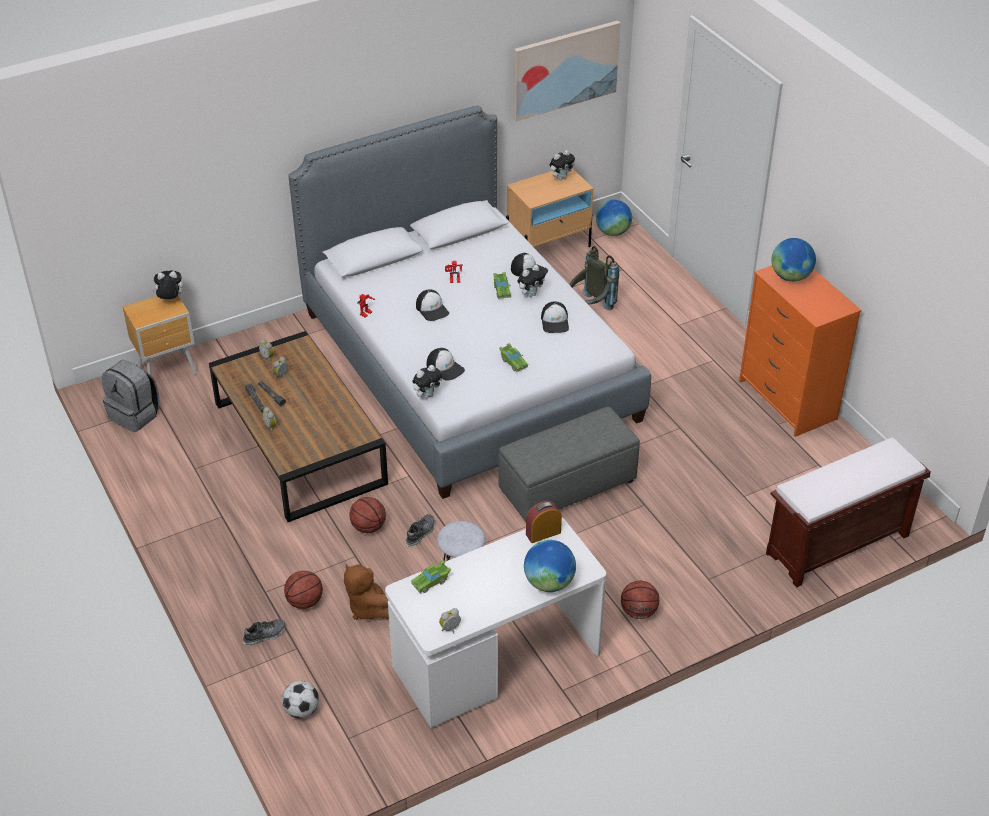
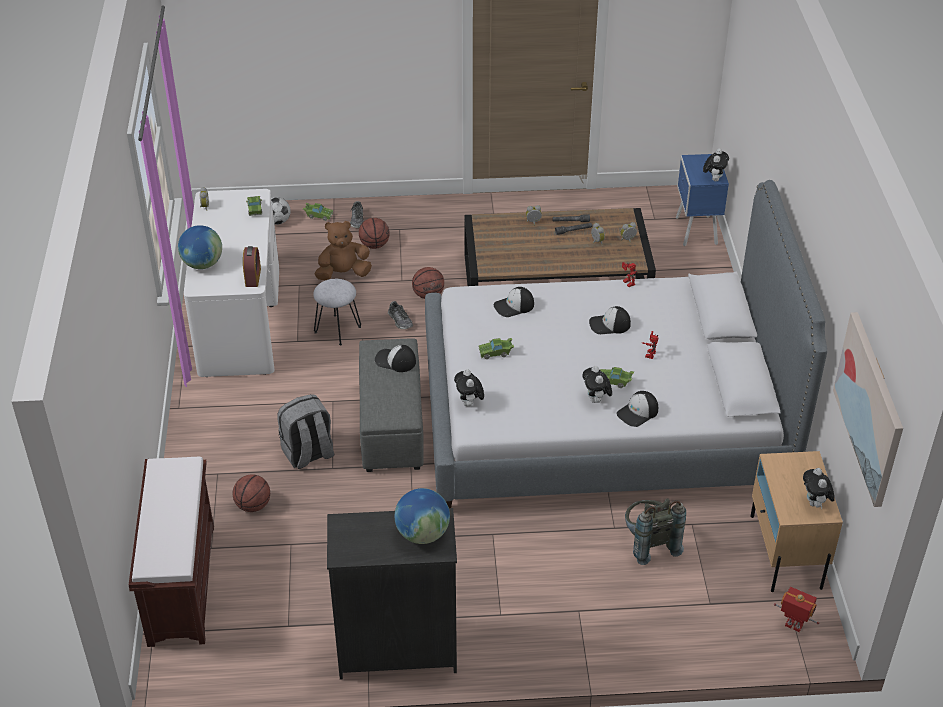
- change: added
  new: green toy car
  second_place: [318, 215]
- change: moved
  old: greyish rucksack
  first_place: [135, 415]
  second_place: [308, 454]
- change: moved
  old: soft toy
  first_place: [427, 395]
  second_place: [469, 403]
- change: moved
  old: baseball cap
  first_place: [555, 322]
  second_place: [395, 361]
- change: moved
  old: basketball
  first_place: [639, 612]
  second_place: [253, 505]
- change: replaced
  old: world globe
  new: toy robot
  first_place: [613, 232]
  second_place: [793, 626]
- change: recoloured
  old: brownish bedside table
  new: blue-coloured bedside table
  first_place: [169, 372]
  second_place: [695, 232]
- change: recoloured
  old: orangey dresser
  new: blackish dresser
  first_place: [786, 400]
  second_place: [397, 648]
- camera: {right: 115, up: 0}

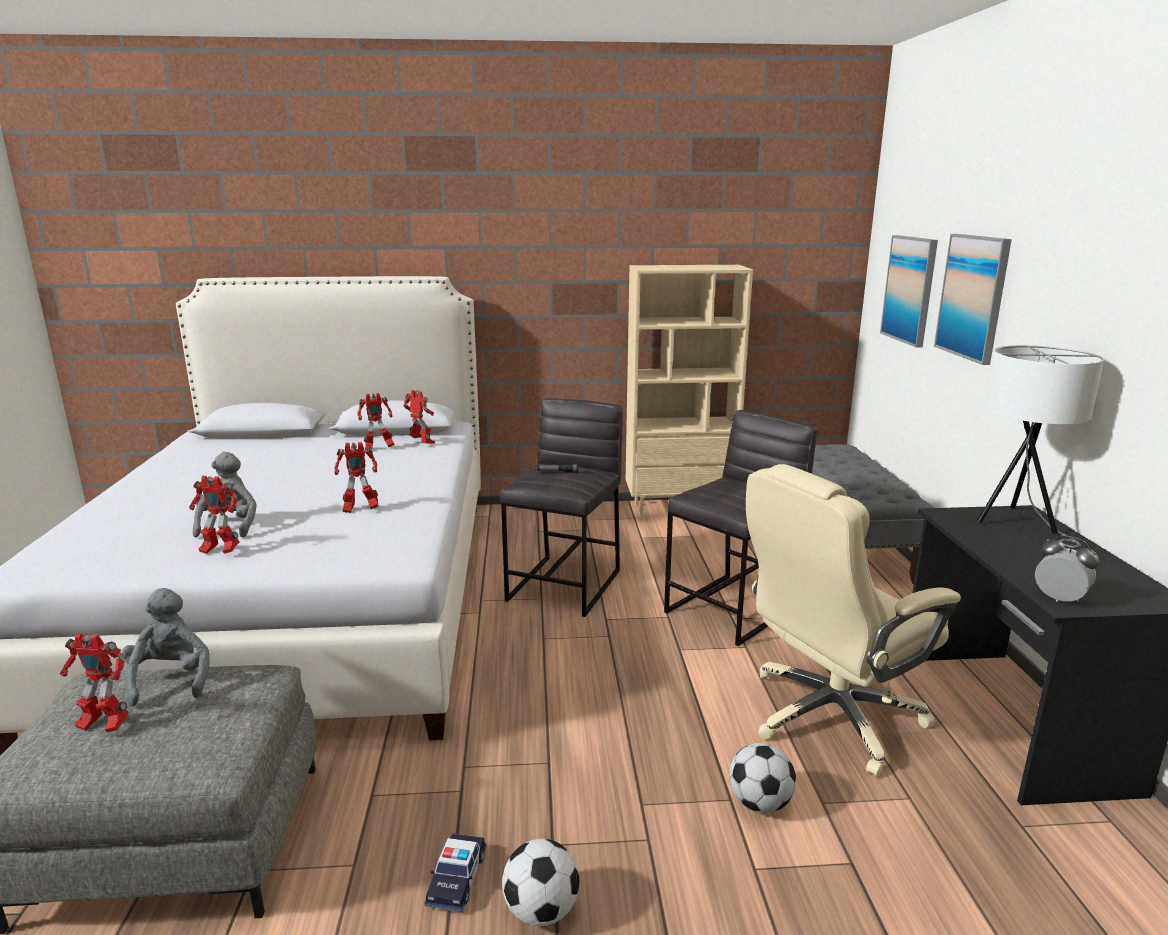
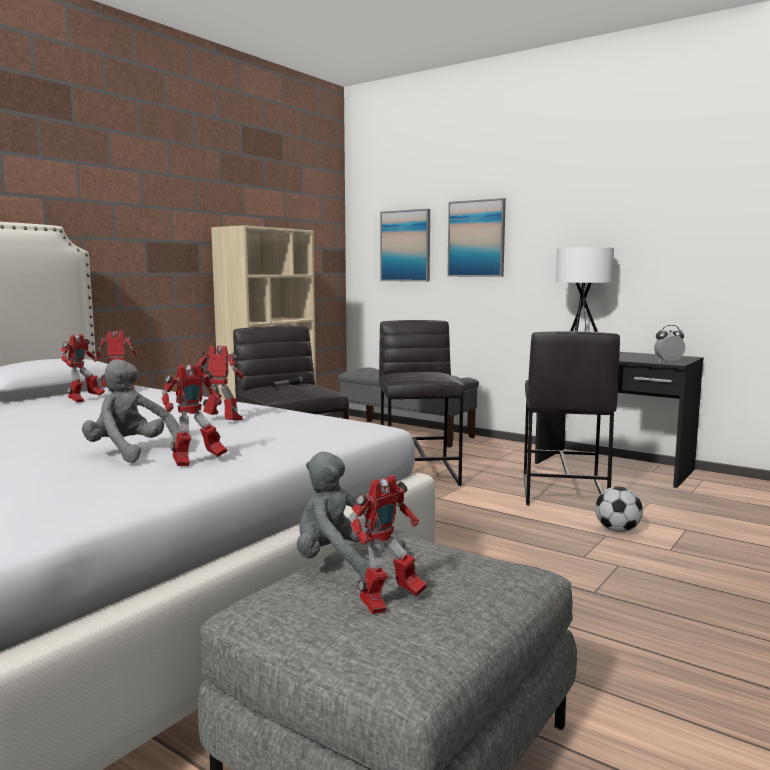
- change: removed
  old: toy car
  first_place: [457, 879]
- change: removed
  old: football ball
  first_place: [541, 910]
- change: replaced
  old: beige-coloured office chair
  new: greyish stool
  first_place: [830, 716]
  second_place: [562, 492]
- change: turned
  old: toy robot
  first_place: [360, 509]
  second_place: [223, 421]
  degrees: -105
- camera: {right: -50, up: -10}

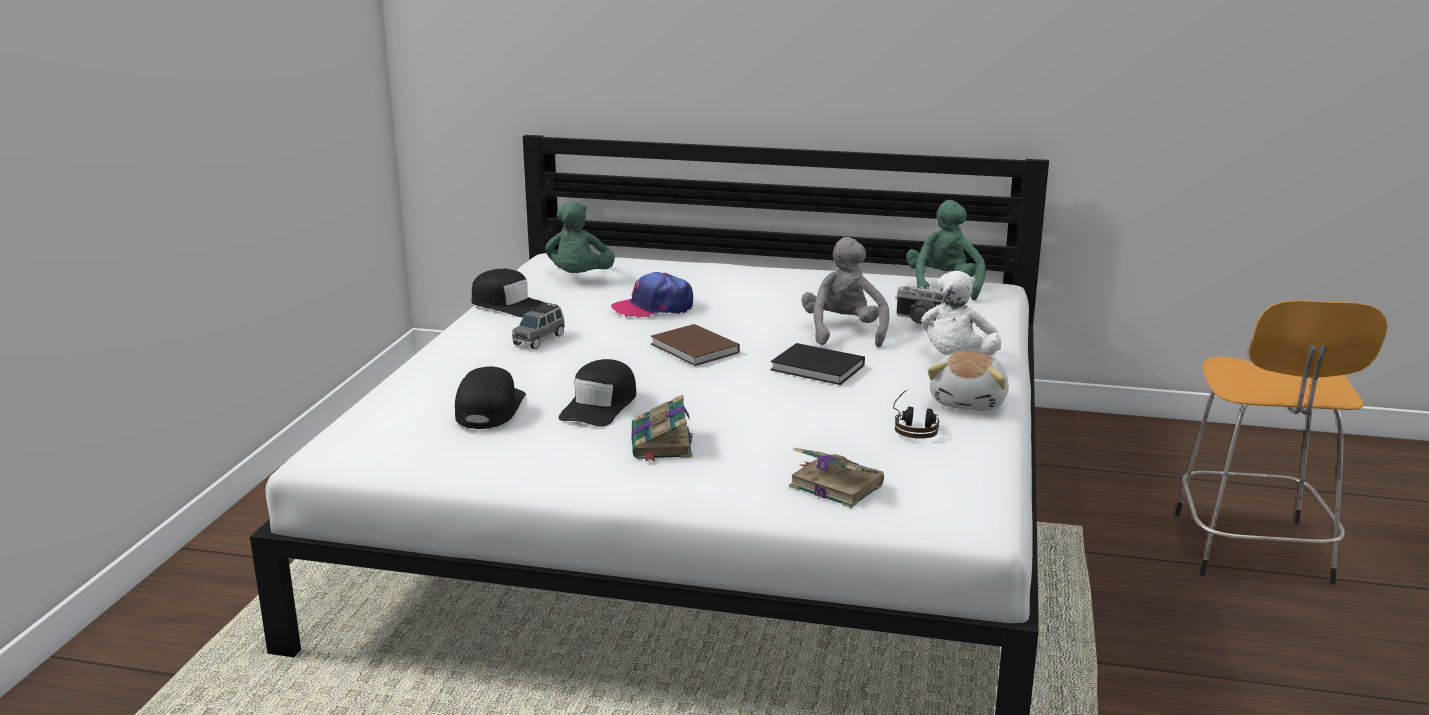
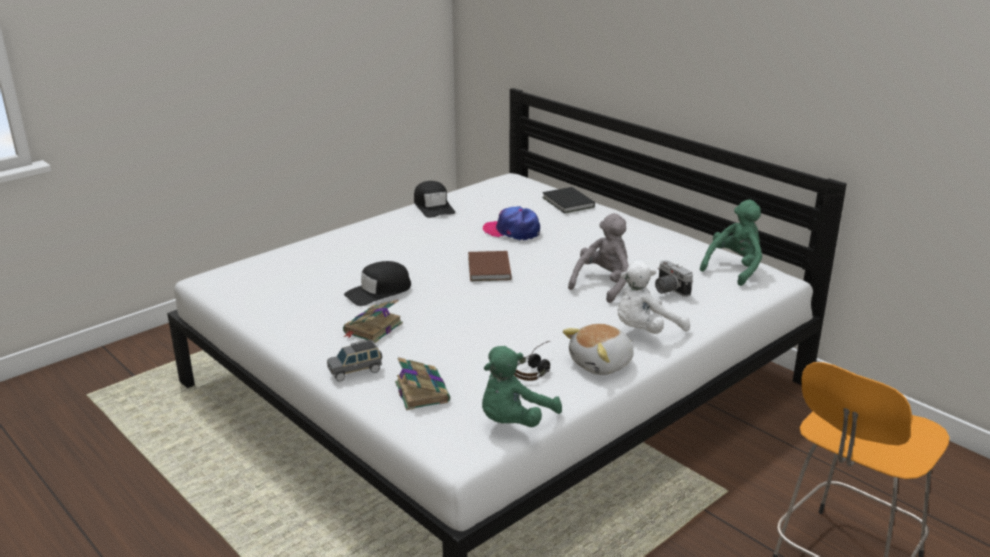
- change: removed
  old: blackish baseball cap
  first_place: [489, 409]
- change: moved
  old: greyish toy car
  first_place: [539, 339]
  second_place: [356, 371]
- change: moved
  old: green soft toy
  first_place: [580, 279]
  second_place: [514, 422]
- change: moved
  old: blackish bound book
  first_place: [819, 368]
  second_place: [568, 203]
- camera: {right: 35, up: 5}

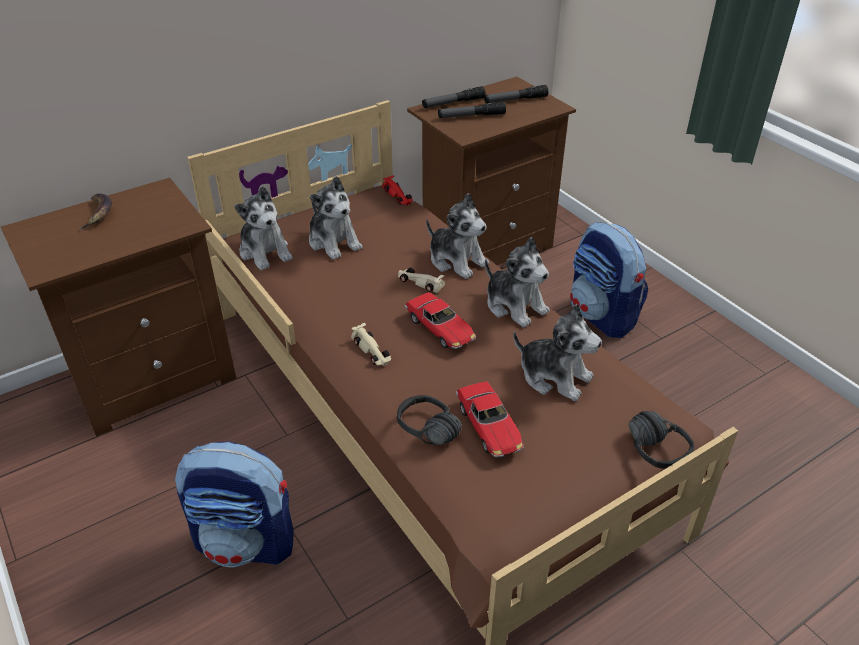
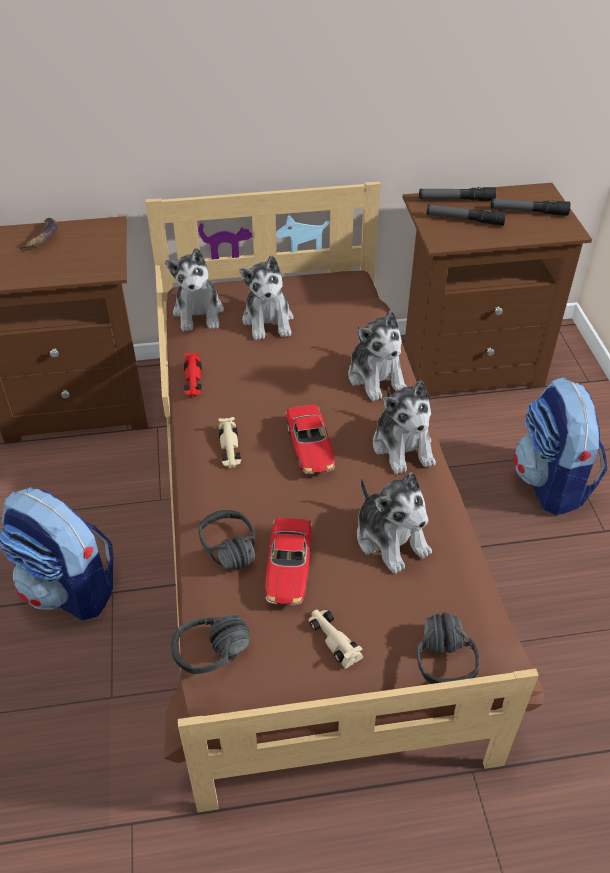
- change: added
  new: blackish pair of headphones
  second_place: [216, 661]
- change: moved
  old: reddish toy car
  first_place: [398, 196]
  second_place: [193, 380]
- change: moved
  old: beige-coloured toy car
  first_place: [420, 282]
  second_place: [333, 638]
- camera: {right: 25, up: 5}

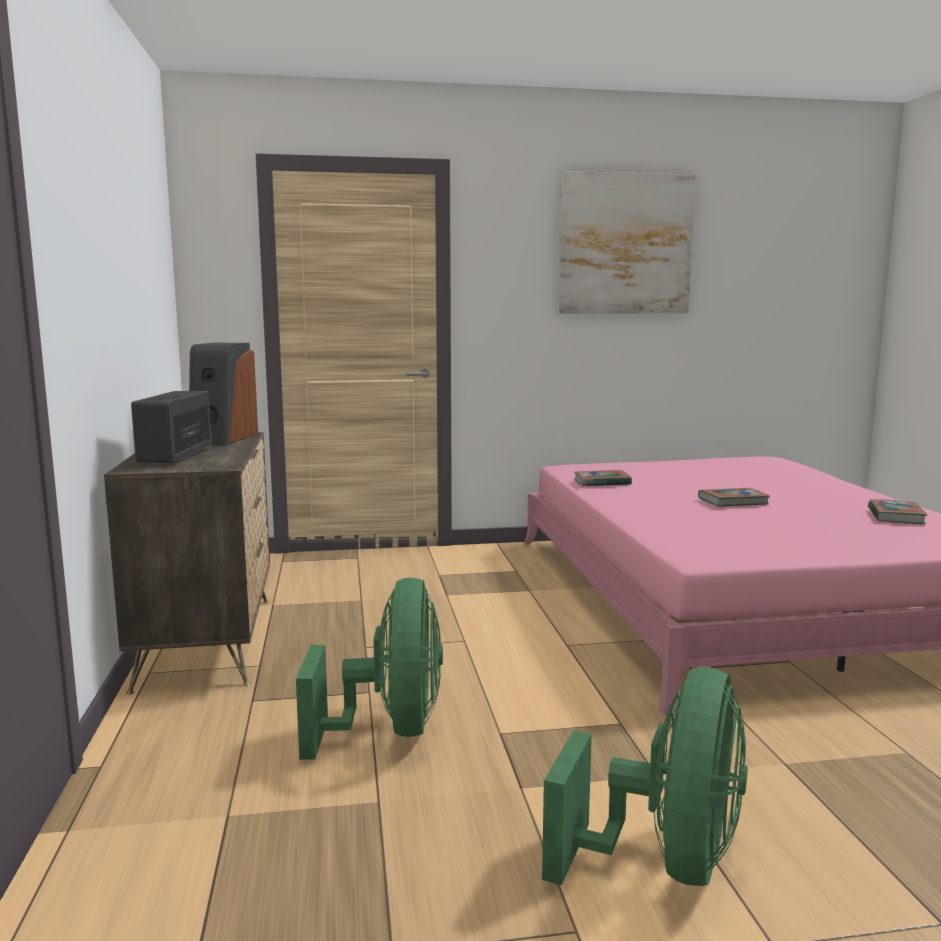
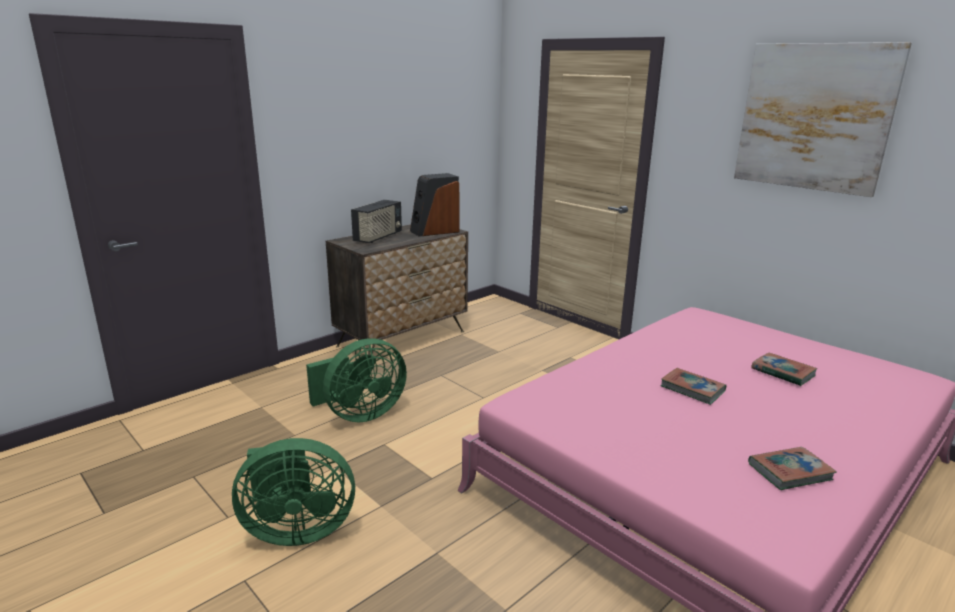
- change: moved
  old: bound book
  first_place: [602, 482]
  second_place: [782, 372]
- change: turned
  old: radio receiver
  first_place: [175, 456]
  second_place: [378, 237]
  degrees: 150
- camera: {right: 55, up: 10}

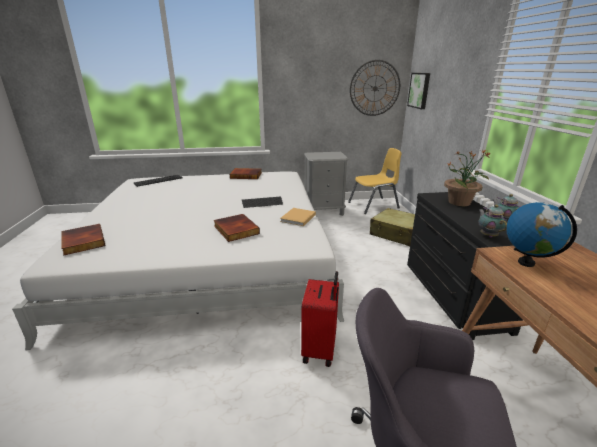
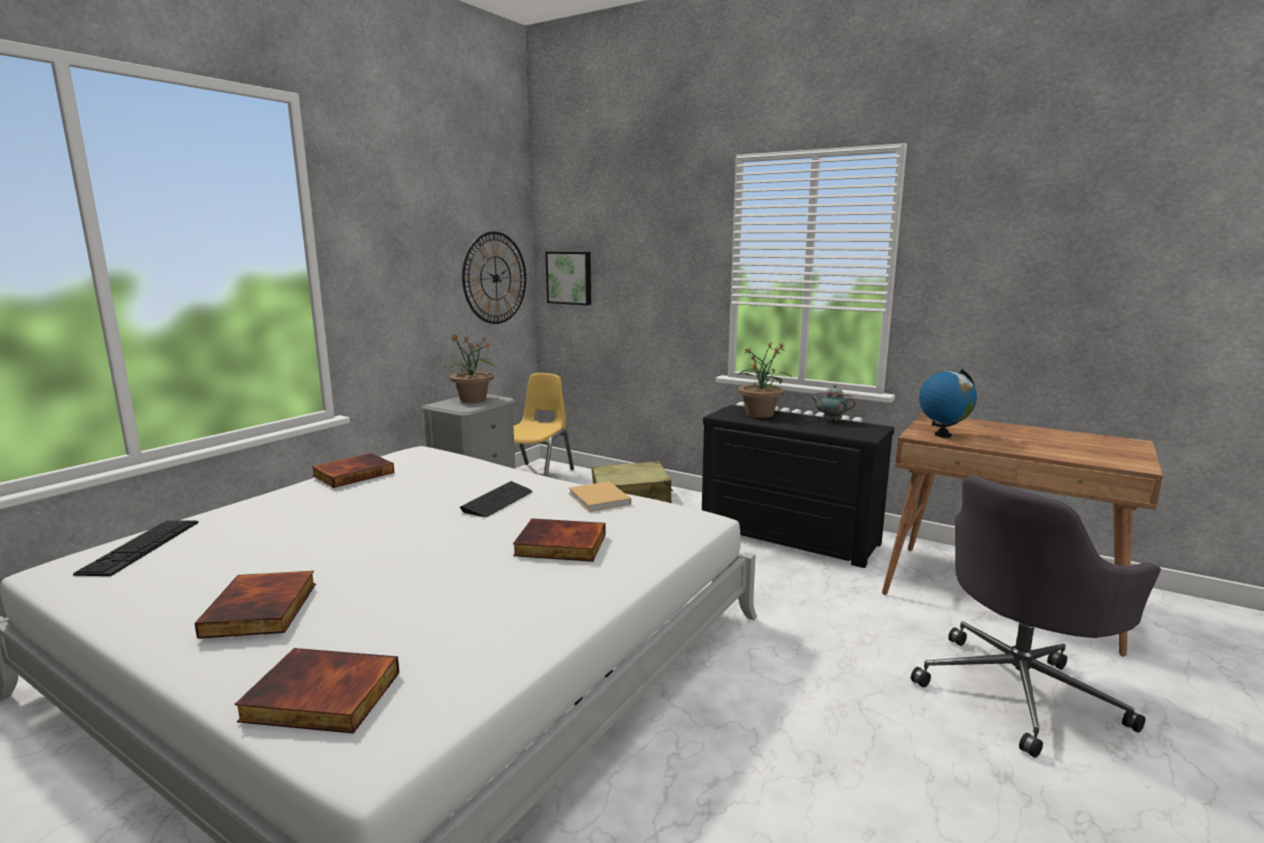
- change: removed
  old: reddish suitcase
  first_place: [320, 350]
- change: removed
  old: teapot
  first_place: [487, 235]
- change: added
  new: bound book
  second_place: [263, 609]
- change: added
  new: plant in a pot
  second_place: [473, 399]
- camera: {right: -50, up: -10}

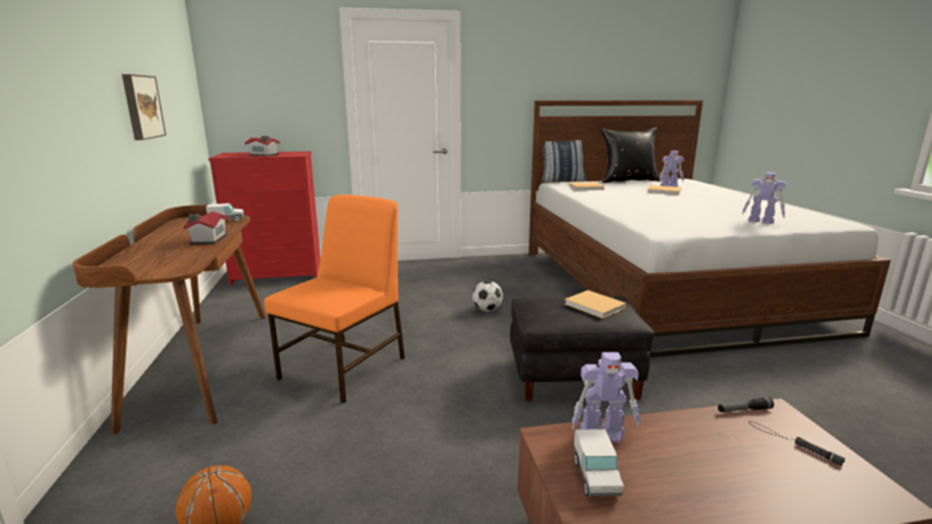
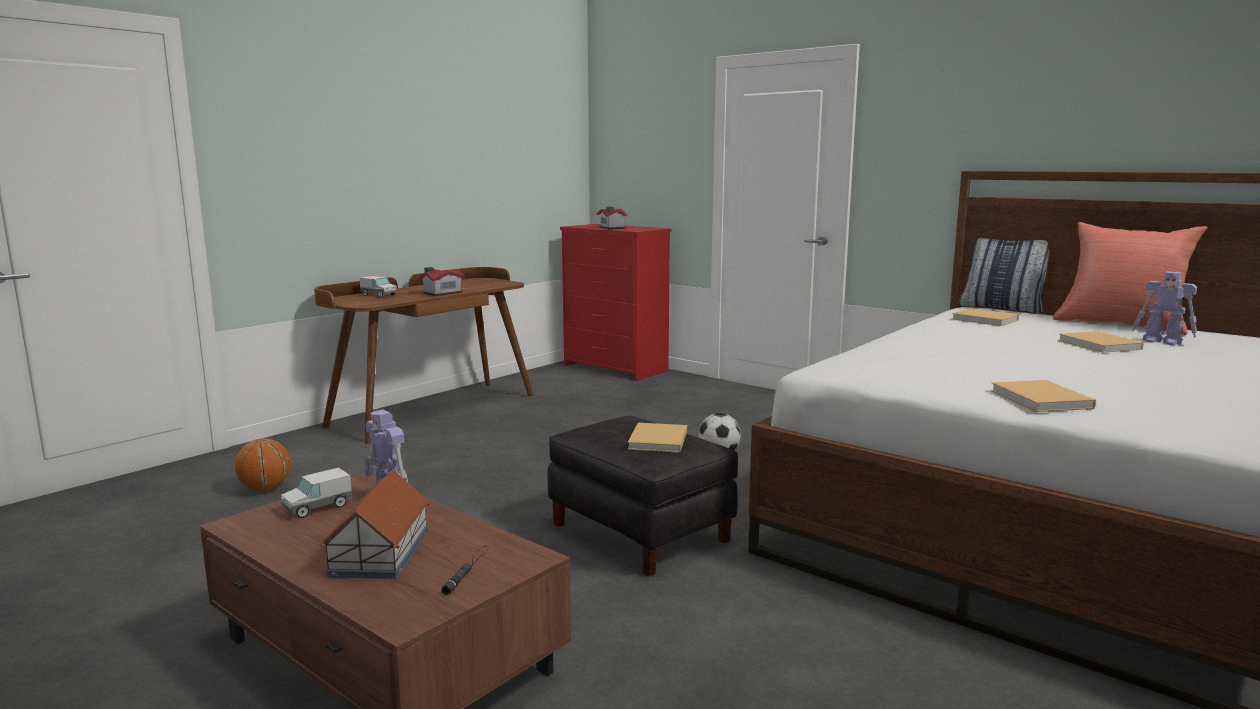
- change: removed
  old: wall art
  first_place: [141, 107]
- change: removed
  old: orangey upright chair
  first_place: [345, 367]
- change: removed
  old: hand torch
  first_place: [744, 410]
- change: added
  new: model house
  second_place: [379, 553]
- change: moved
  old: model truck
  first_place: [226, 220]
  second_place: [378, 295]
- change: replaced
  old: toy robot
  new: beige-coloured bound book
  first_place: [761, 221]
  second_place: [1042, 400]
- change: recoloured
  old: blackish pillow
  new: reddish pillow
  first_place: [628, 181]
  second_place: [1120, 324]
- camera: {right: 50, up: -5}

